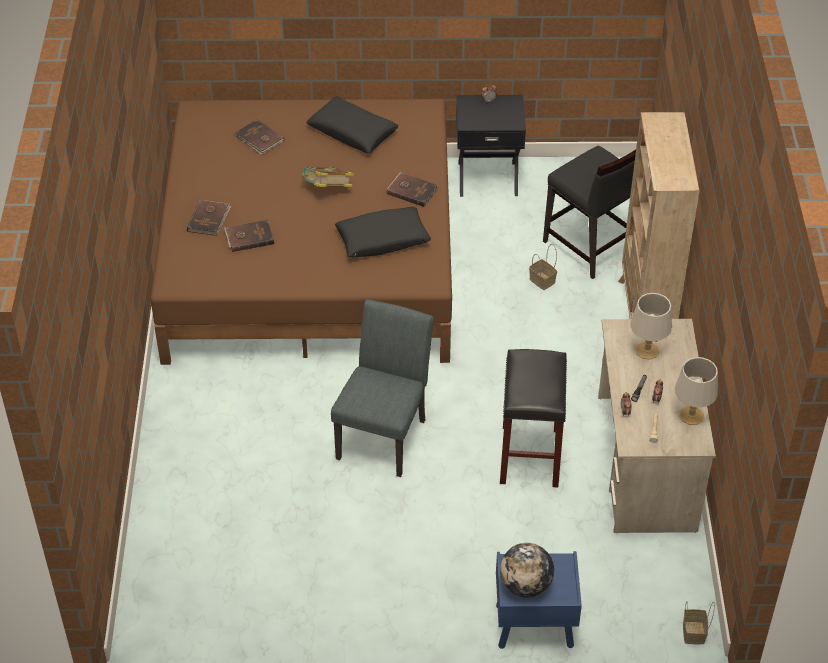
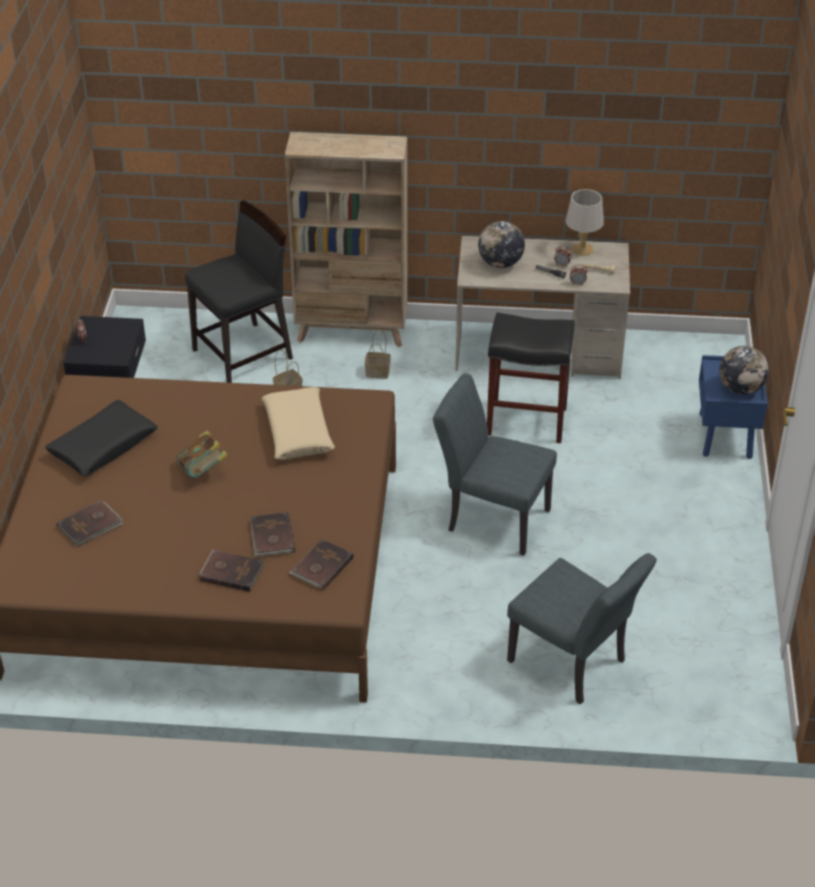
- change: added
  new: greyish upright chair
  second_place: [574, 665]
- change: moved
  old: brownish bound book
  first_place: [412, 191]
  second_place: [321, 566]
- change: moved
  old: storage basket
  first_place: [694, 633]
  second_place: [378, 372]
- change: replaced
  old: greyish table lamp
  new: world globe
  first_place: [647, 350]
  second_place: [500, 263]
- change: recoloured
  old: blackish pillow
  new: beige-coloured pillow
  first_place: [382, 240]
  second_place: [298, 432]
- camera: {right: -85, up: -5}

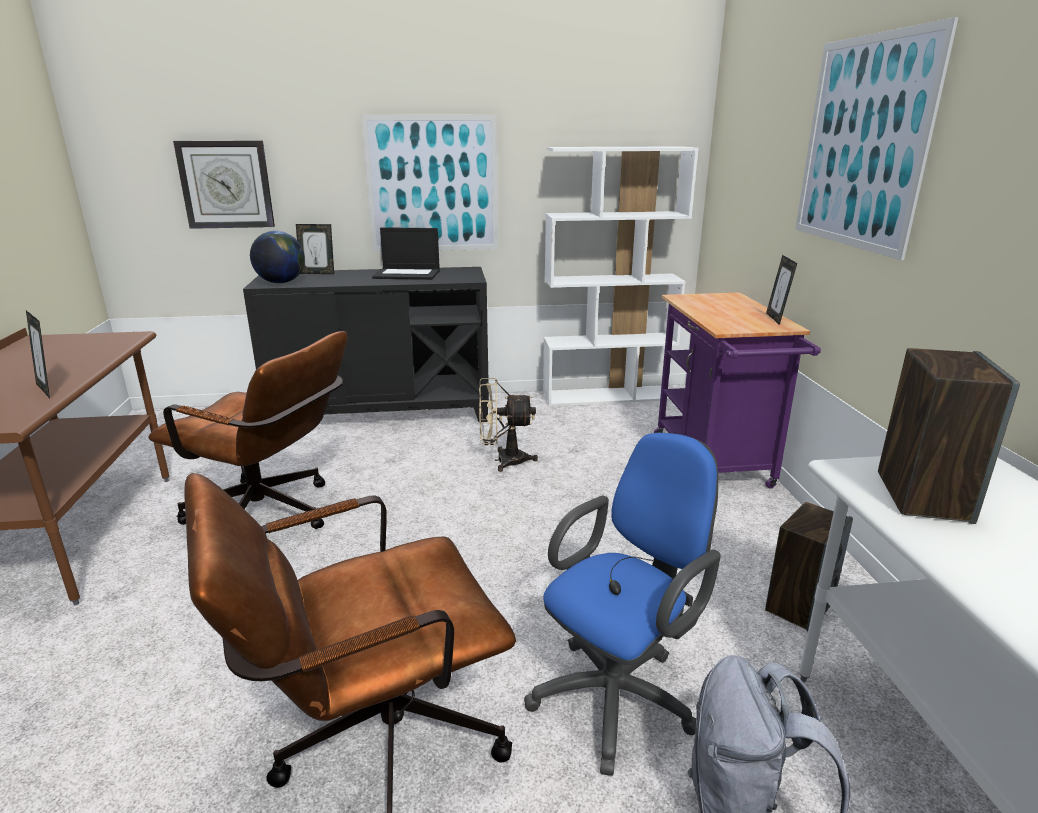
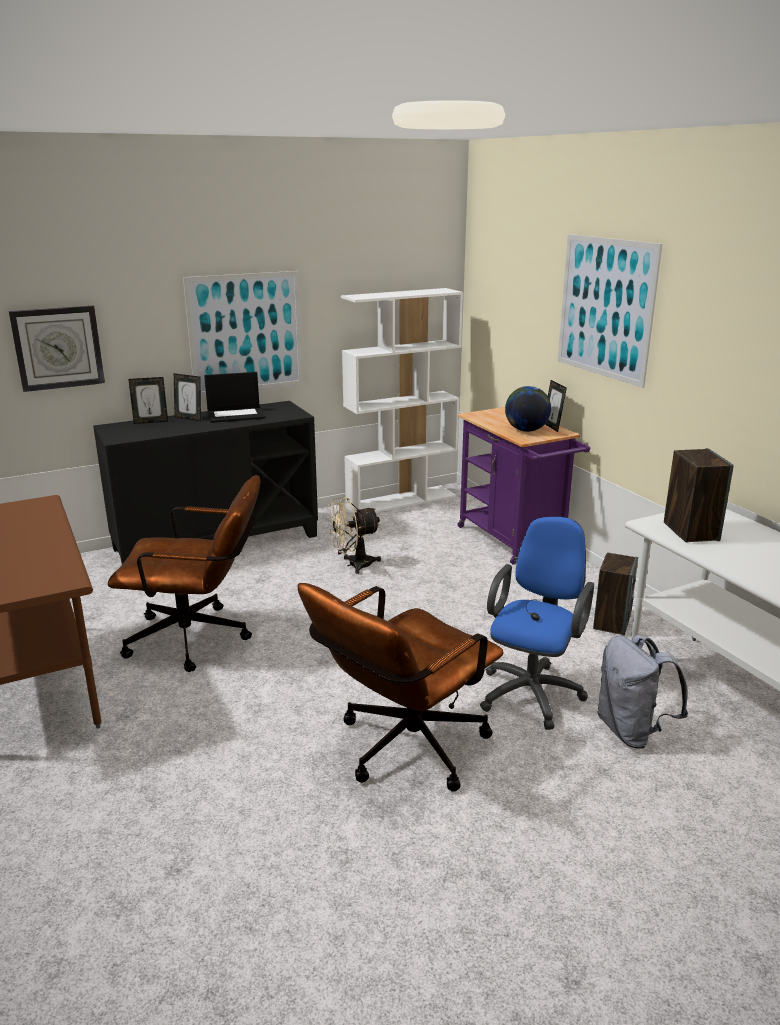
- change: moved
  old: photo frame
  first_place: [48, 389]
  second_place: [189, 418]
- change: moved
  old: world globe
  first_place: [281, 282]
  second_place: [526, 430]
- camera: {right: -20, up: 0}

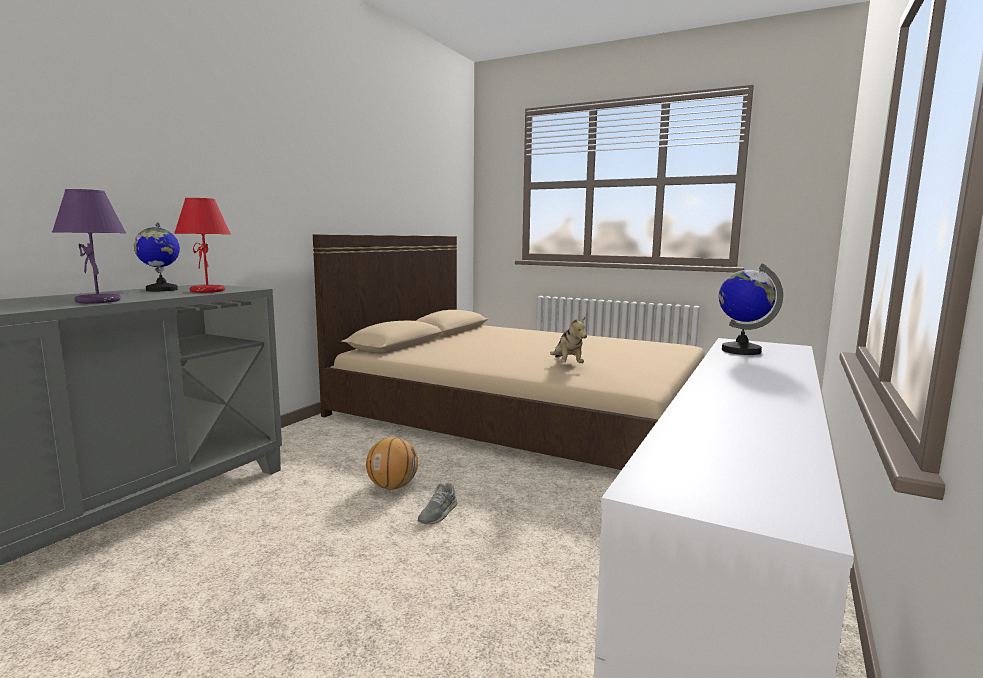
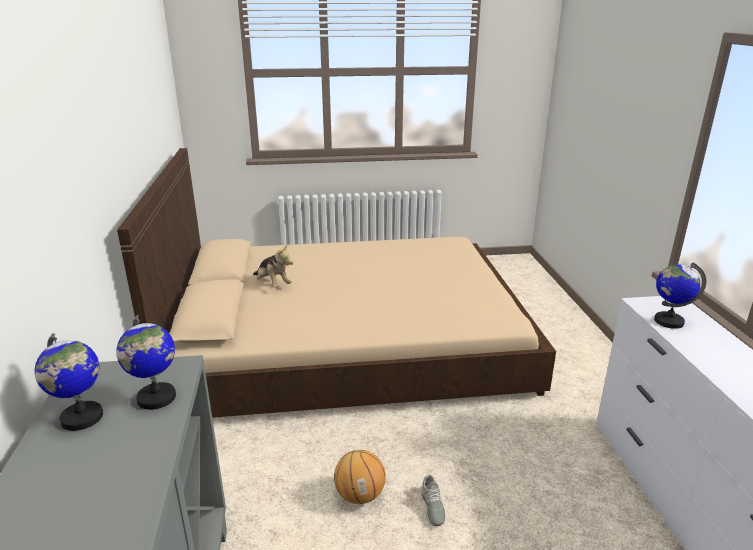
- change: removed
  old: purple-coloured table lamp
  first_place: [99, 301]
- change: moved
  old: soft toy
  first_place: [567, 365]
  second_place: [272, 284]
- change: replaced
  old: reddish table lamp
  new: world globe
  first_place: [208, 291]
  second_place: [156, 398]
- camera: {right: -35, up: 15}

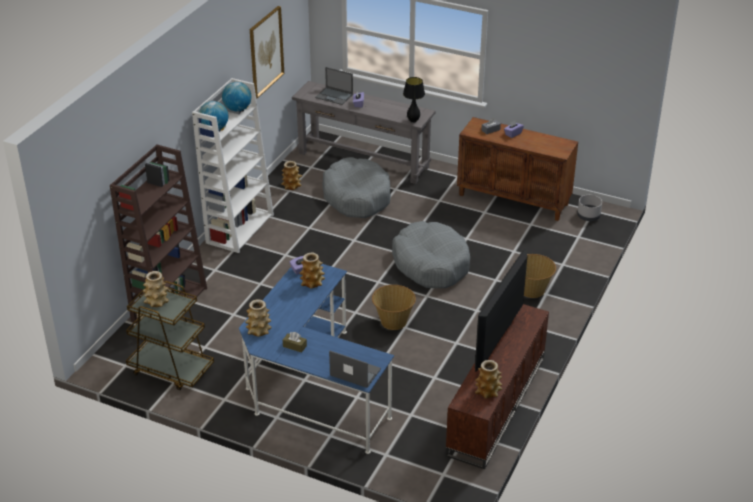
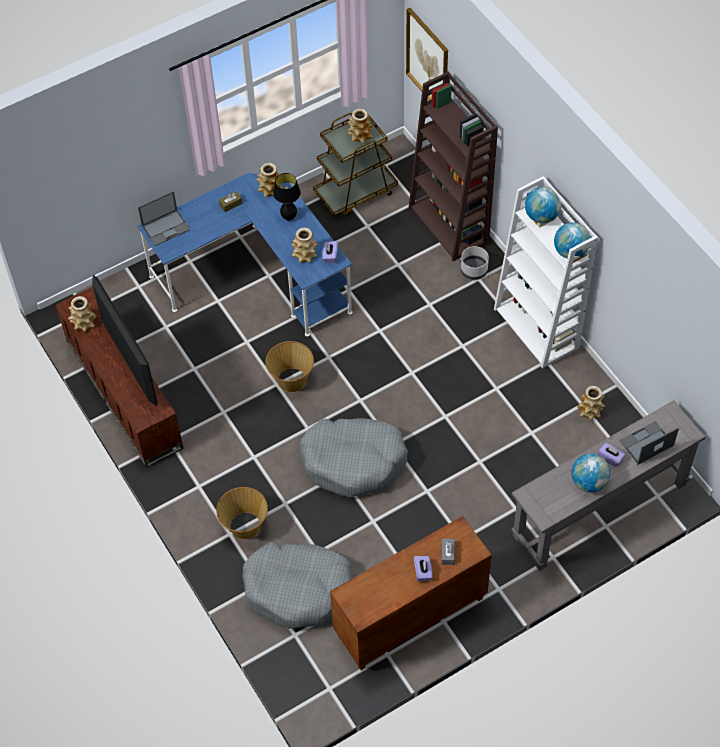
- change: added
  new: world globe
  second_place: [589, 482]
- change: moved
  old: wall art
  first_place: [266, 51]
  second_place: [428, 61]
- change: moved
  old: greyish dog cushion
  first_place: [357, 197]
  second_place: [298, 589]
- change: moved
  old: blackish table lamp
  first_place: [413, 121]
  second_place: [289, 217]
- change: moved
  old: greyish planter
  first_place: [589, 216]
  second_place: [473, 270]
- camera: {right: 125, up: 20}

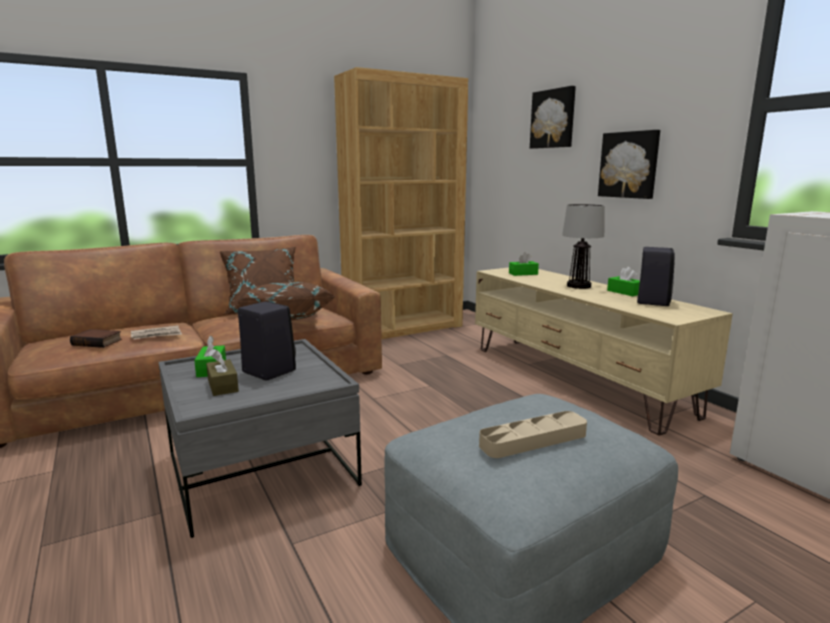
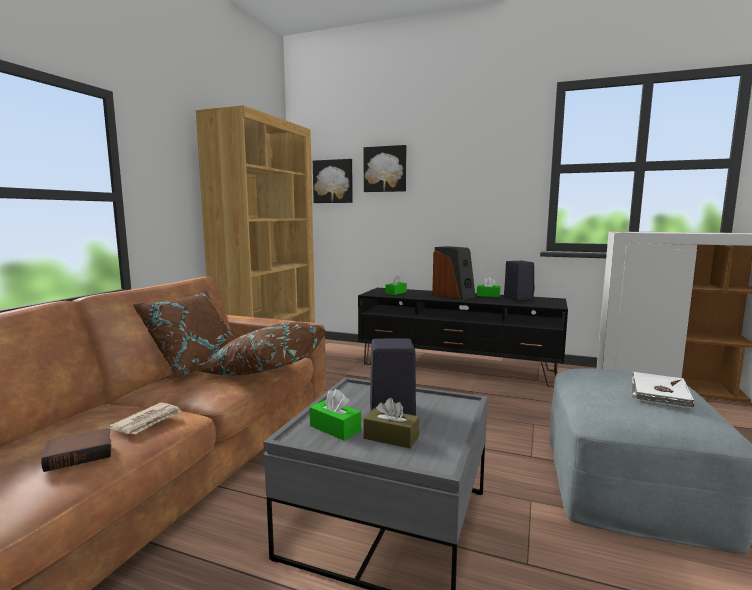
- change: moved
  old: wall art
  first_place: [629, 165]
  second_place: [333, 181]
- change: replaced
  old: beige-coloured tray
  new: white-coloured bound book
  first_place: [533, 440]
  second_place: [658, 392]
- change: replaced
  old: table lamp
  new: audio speaker
  first_place: [579, 286]
  second_place: [453, 295]
- change: recoloured
  old: beige-coloured media console
  new: blackish media console
  first_place: [575, 379]
  second_place: [458, 368]
- camera: {right: -40, up: -5}

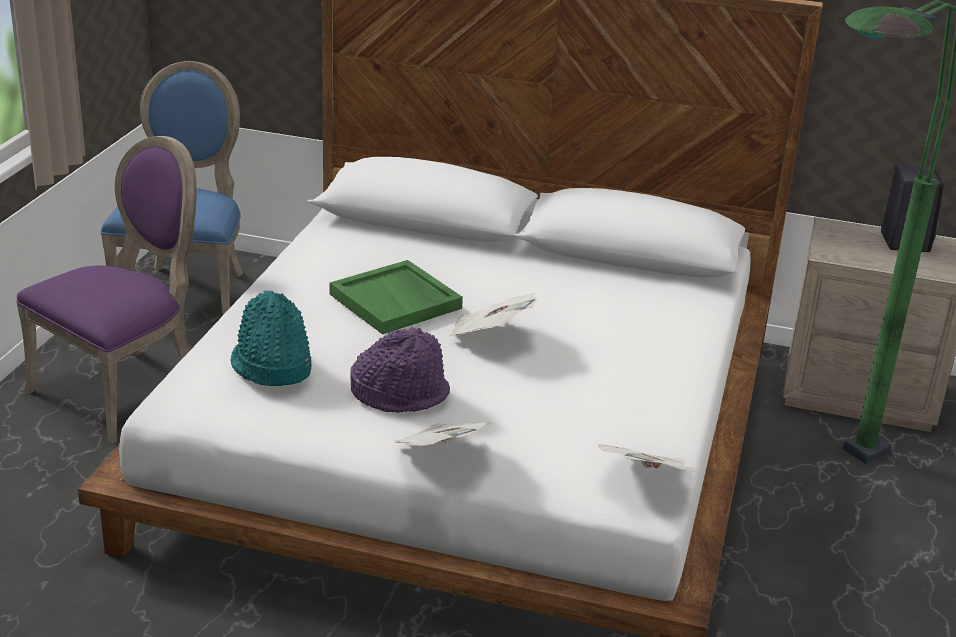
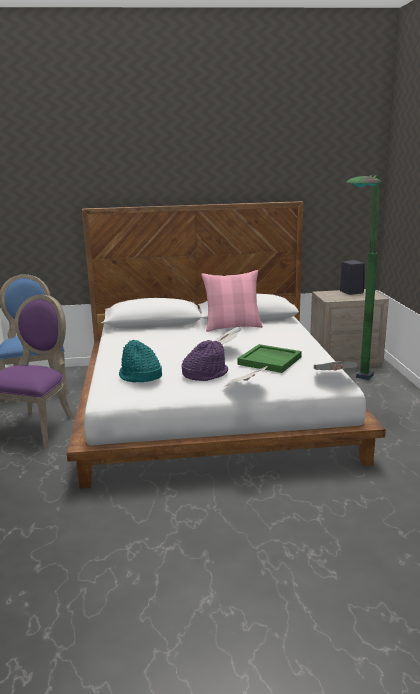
- change: added
  new: pink pillow
  second_place: [232, 327]
- change: moved
  old: green tray
  first_place: [396, 301]
  second_place: [270, 360]
- camera: {right: -20, up: -10}

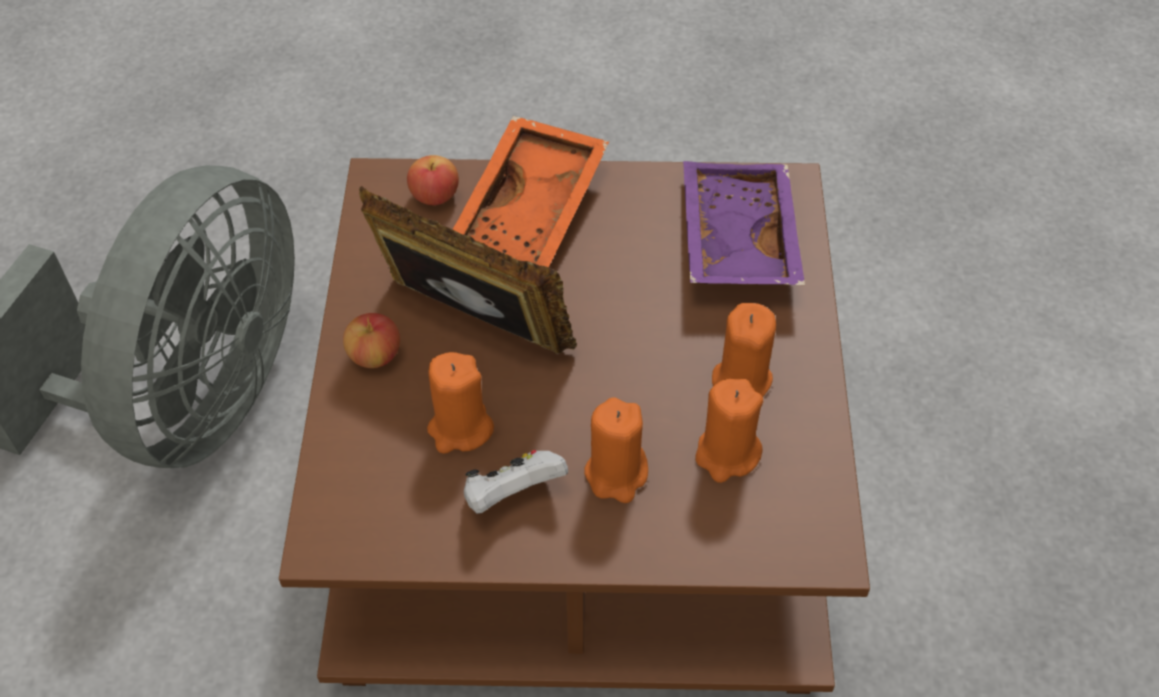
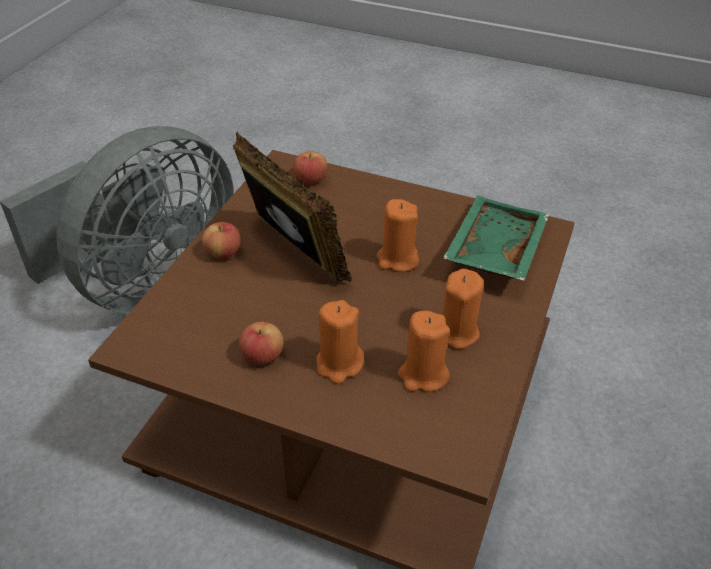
- change: removed
  old: orangey tray
  first_place: [531, 216]
- change: moved
  old: orangey candle
  first_place: [460, 428]
  second_place: [397, 259]
- change: replaced
  old: white-coloured game controller
  new: apple fruit
  first_place: [512, 495]
  second_place: [262, 356]
- change: recoloured
  old: purple-coloured tray
  new: green tray
  first_place: [734, 239]
  second_place: [493, 250]
- camera: {right: 20, up: -10}

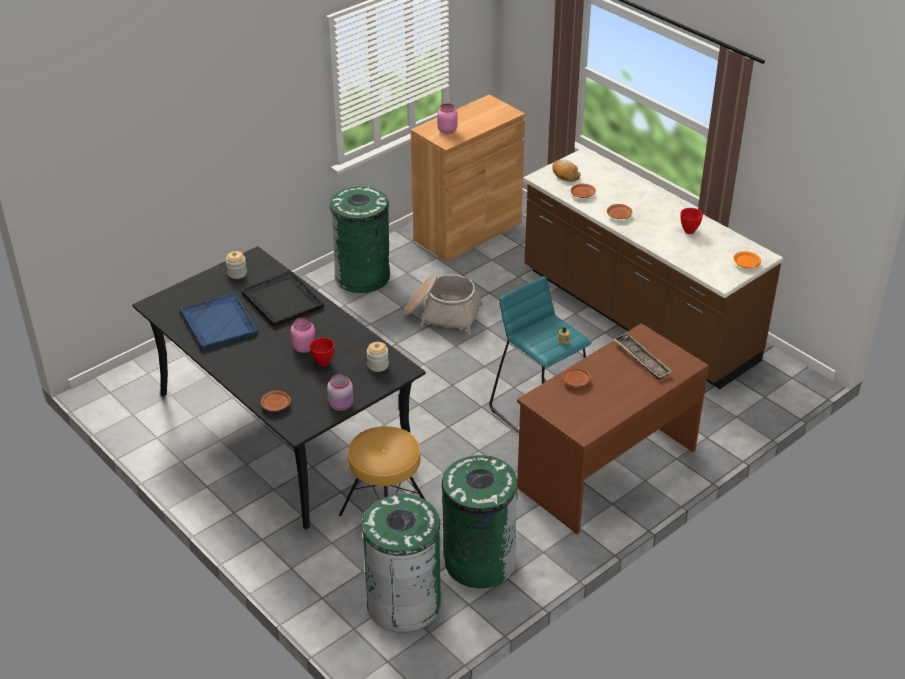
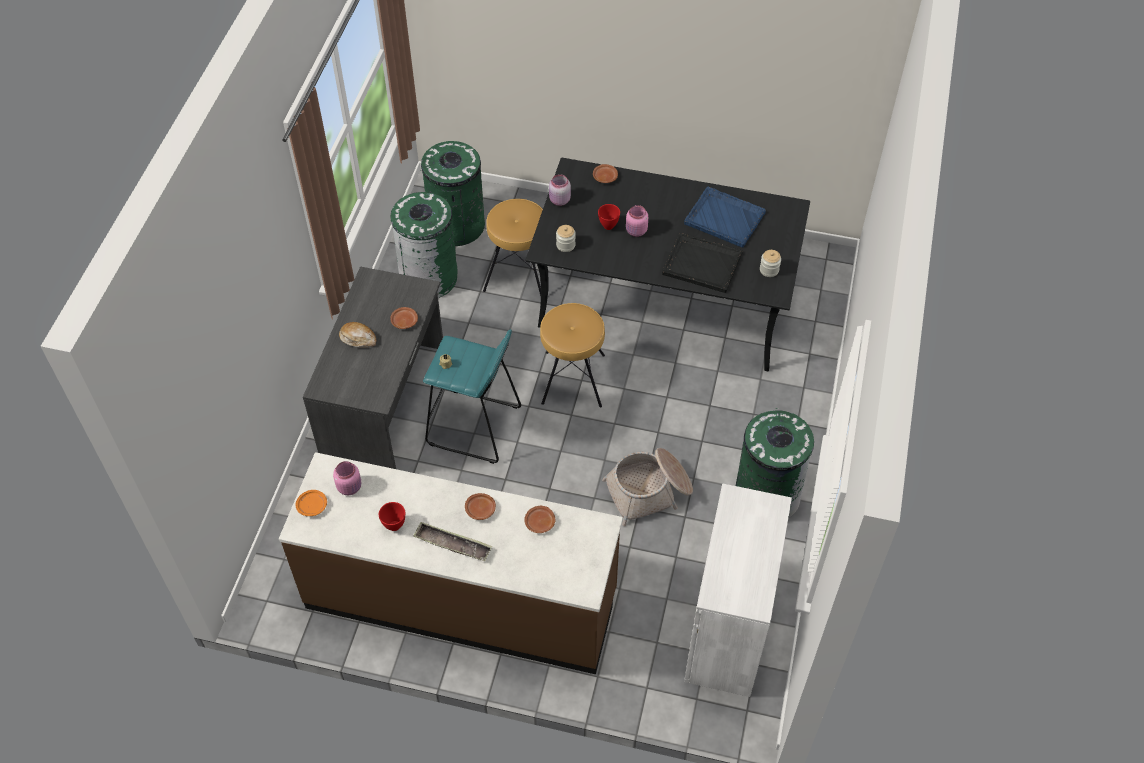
- change: added
  new: brownish stool
  second_place: [572, 379]
- change: moved
  old: pink storage jar
  first_place: [446, 130]
  second_place: [350, 487]
- change: moved
  old: baked bread
  first_place: [565, 174]
  second_place: [358, 338]
- change: moved
  old: tray
  first_place: [641, 359]
  second_place: [452, 544]
- change: recoloured
  old: brownish cabinet
  new: white-coloured cabinet
  first_place: [467, 231]
  second_place: [728, 629]
- change: recoloured
  old: brownish desk table
  new: greyish desk table
  first_place: [606, 467]
  second_place: [386, 402]
- camera: {right: 145, up: 15}

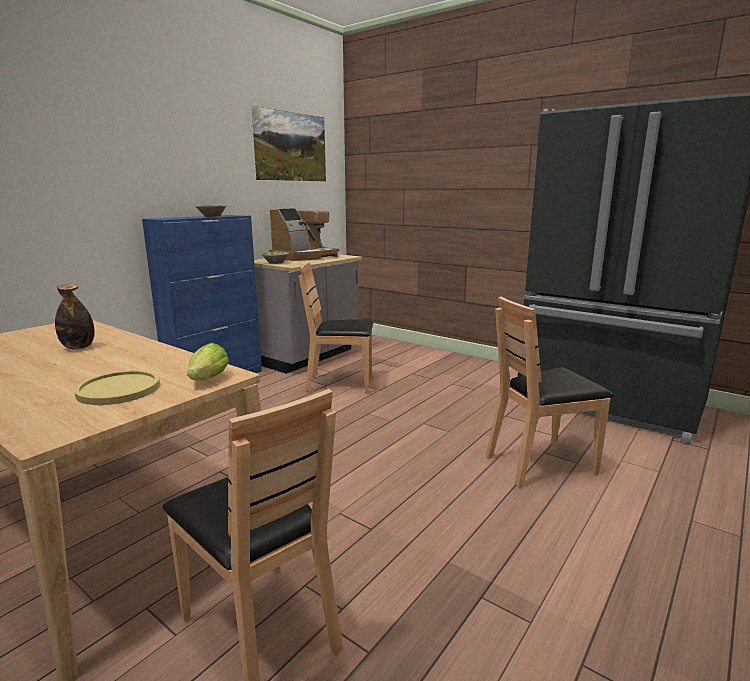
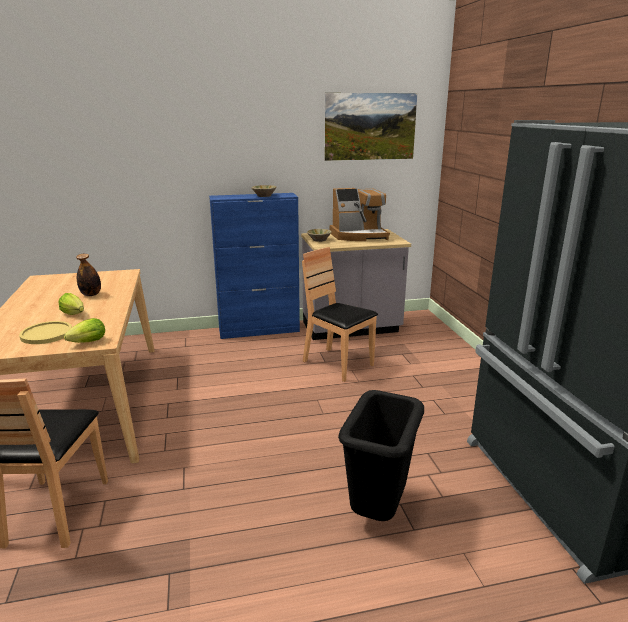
- change: added
  new: head of lettuce
  second_place: [74, 314]
- change: replaced
  old: brownish upright chair
  new: blackish waste bin
  first_place: [540, 464]
  second_place: [377, 511]
- camera: {right: 40, up: 5}

